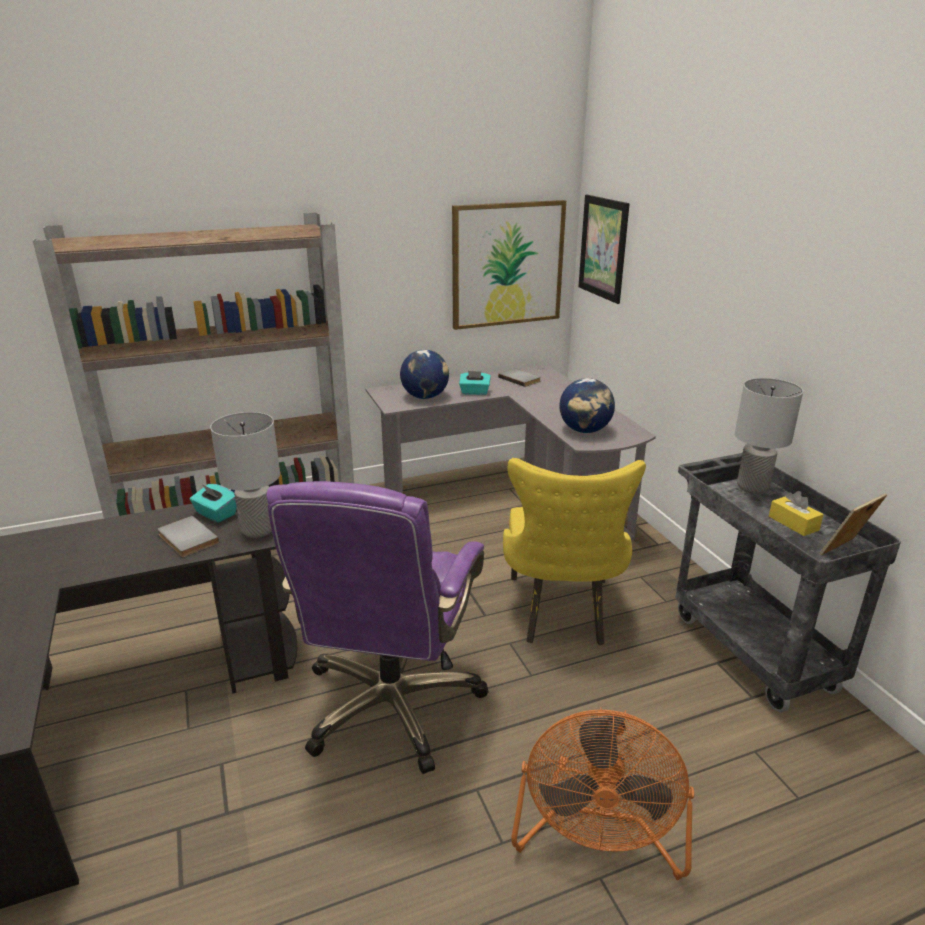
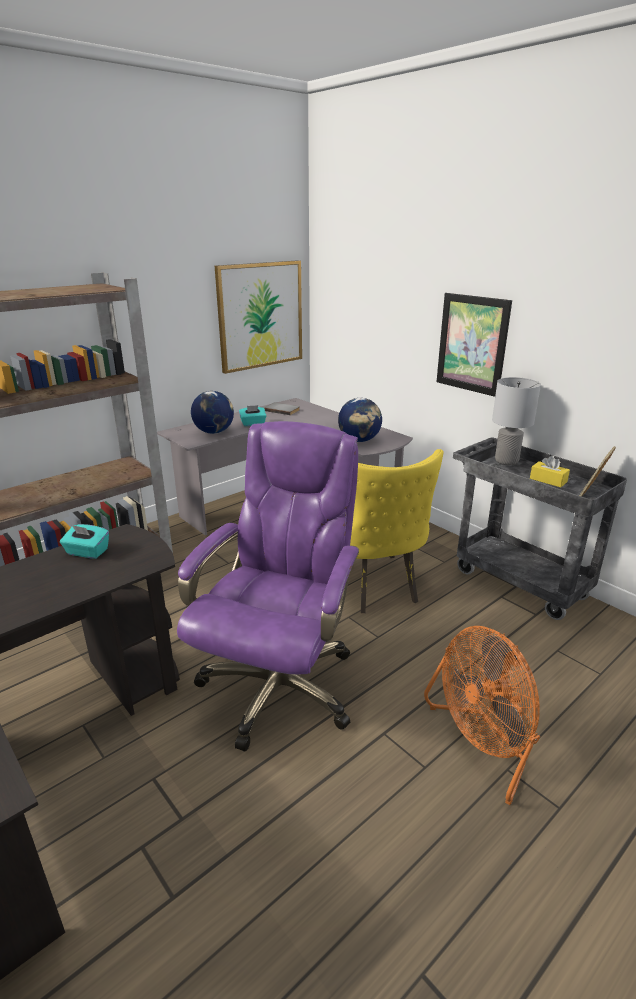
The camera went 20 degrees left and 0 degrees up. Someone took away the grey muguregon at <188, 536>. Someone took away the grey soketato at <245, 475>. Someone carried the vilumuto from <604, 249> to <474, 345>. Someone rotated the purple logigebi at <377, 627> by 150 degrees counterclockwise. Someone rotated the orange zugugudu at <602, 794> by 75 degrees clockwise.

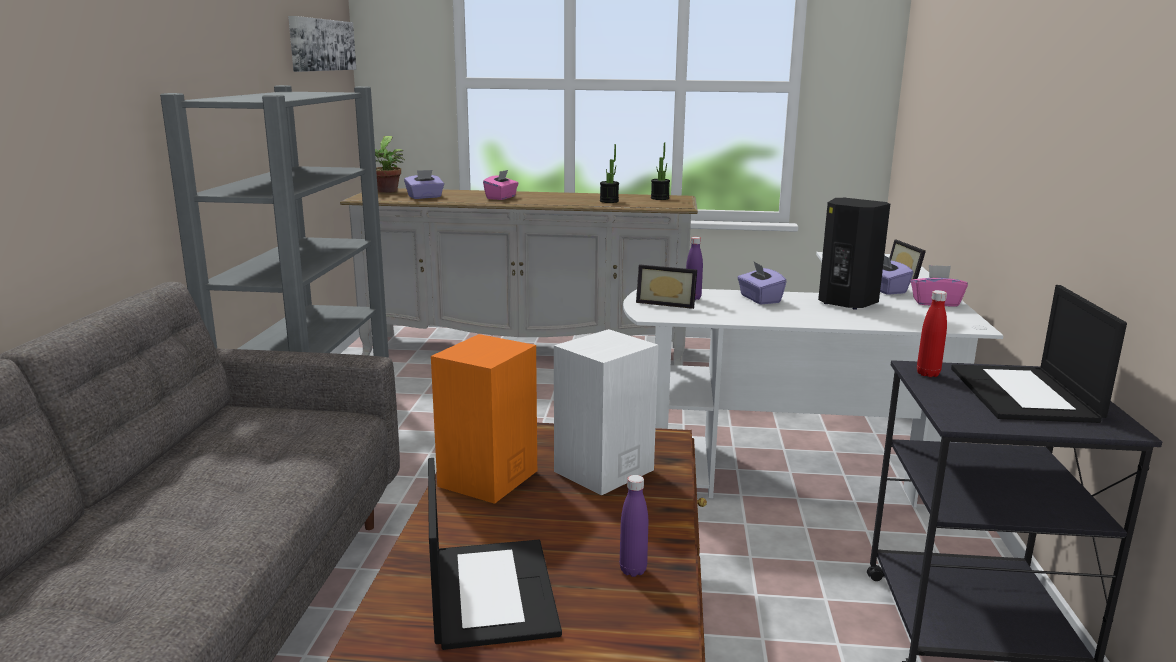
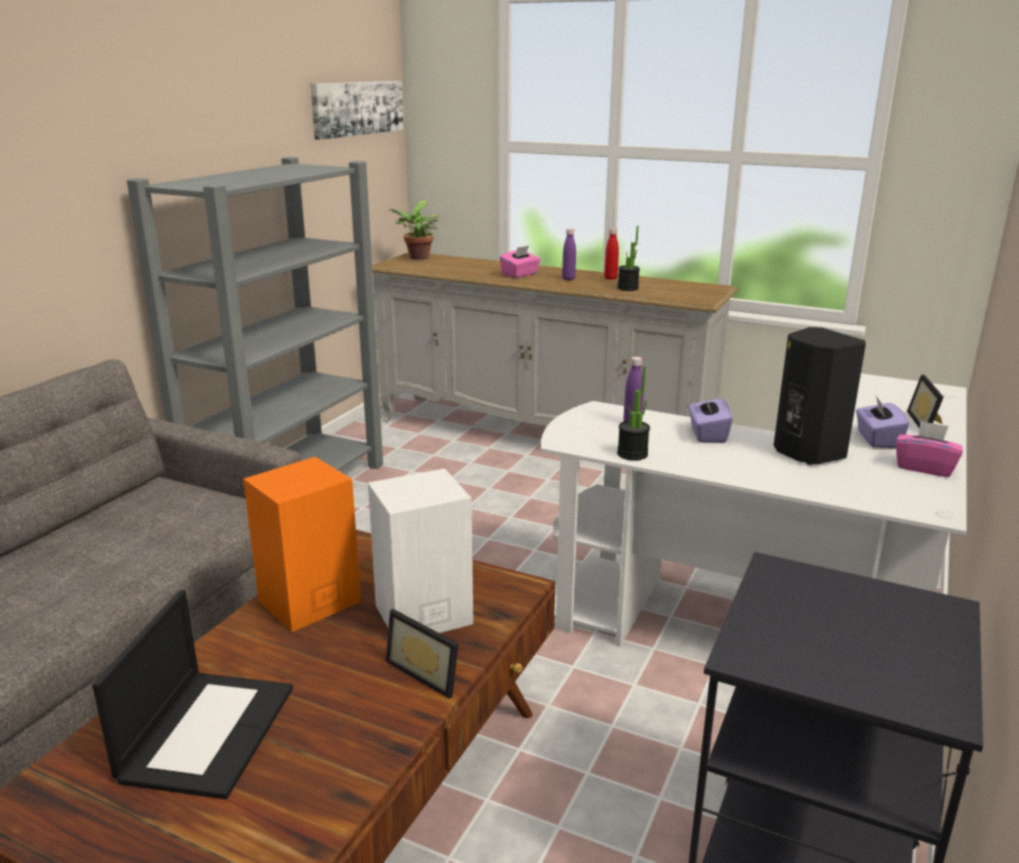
The camera went 20 degrees right and 5 degrees up. Someone took away the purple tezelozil at <424, 184>. Someone took away the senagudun at <1039, 354>. Someone carried the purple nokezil from <634, 526> to <569, 254>. Someone carried the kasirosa from <666, 286> to <422, 654>. Someone carried the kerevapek from <660, 171> to <633, 414>. Someone carried the red nokezil from <932, 333> to <611, 254>.

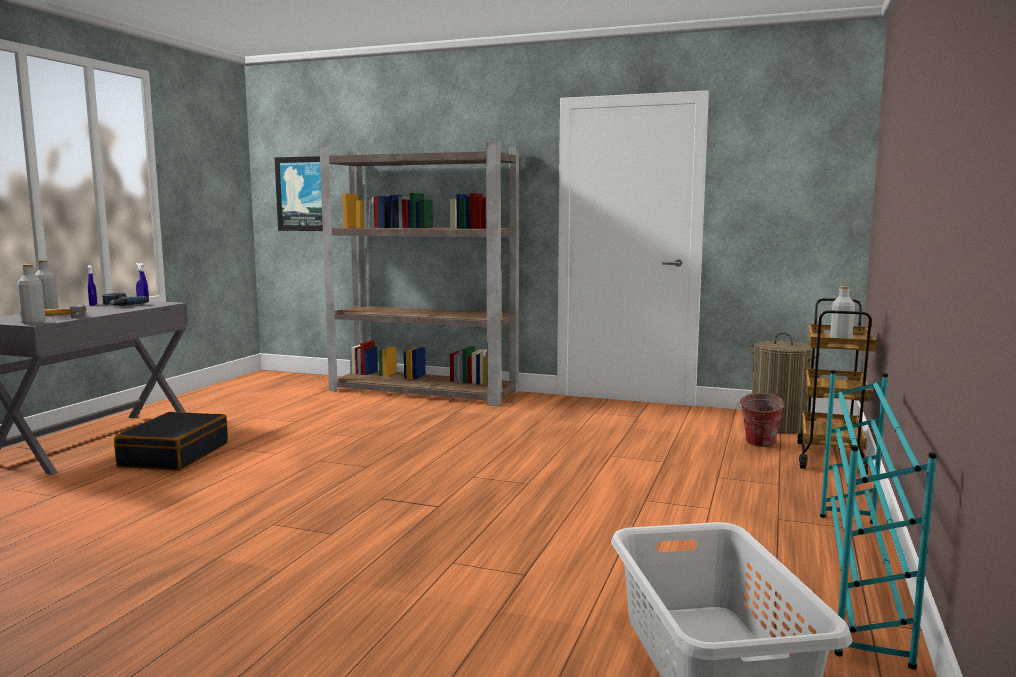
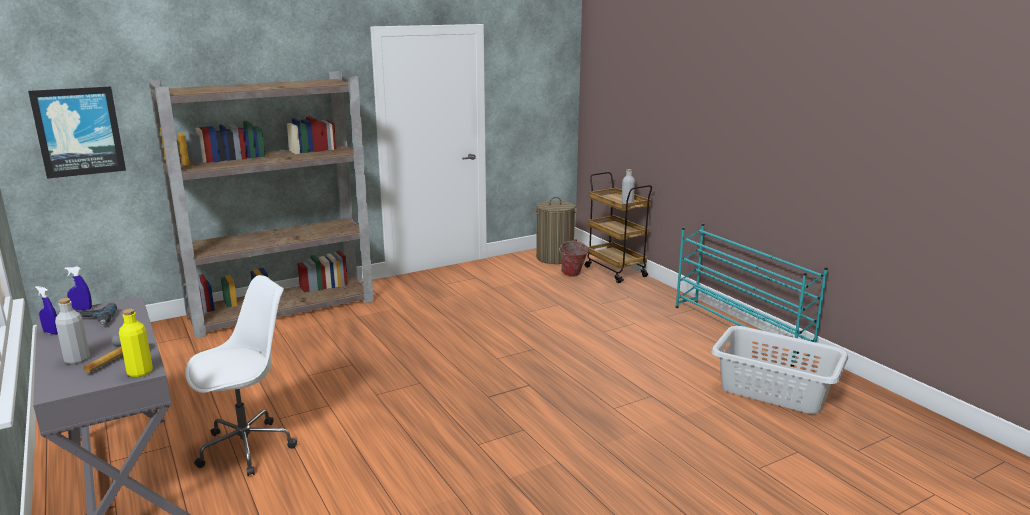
The camera went 50 degrees left and 10 degrees up. Someone swapped the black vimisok at <171, 441> for the white logigebi at <241, 375>. Someone repainted the grey nokezil at <31, 294>, which became the yellow nokezil at <136, 343>.

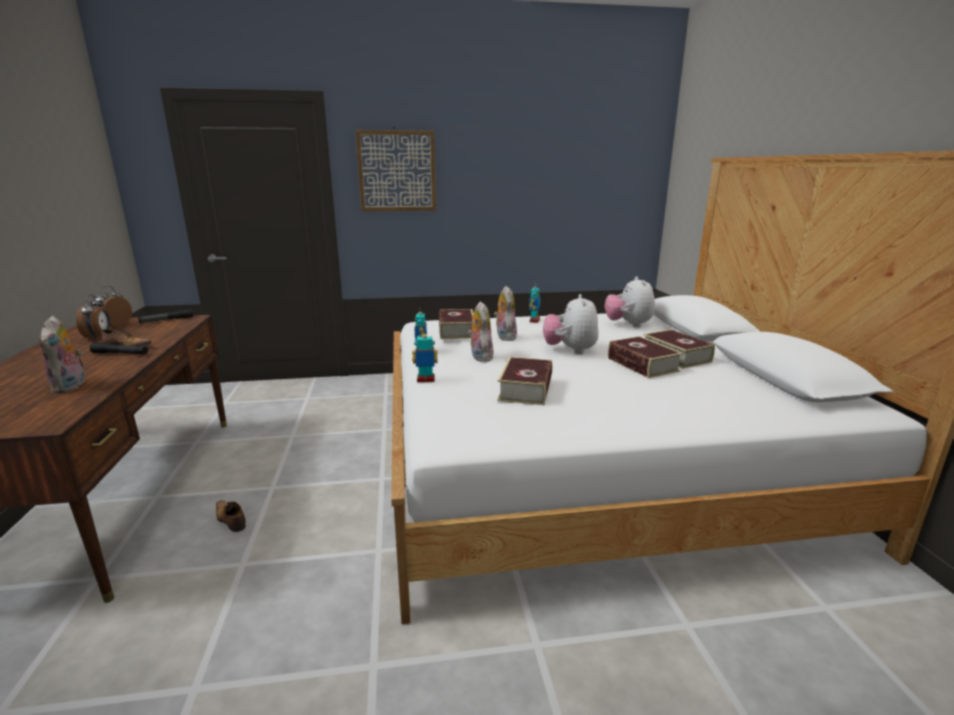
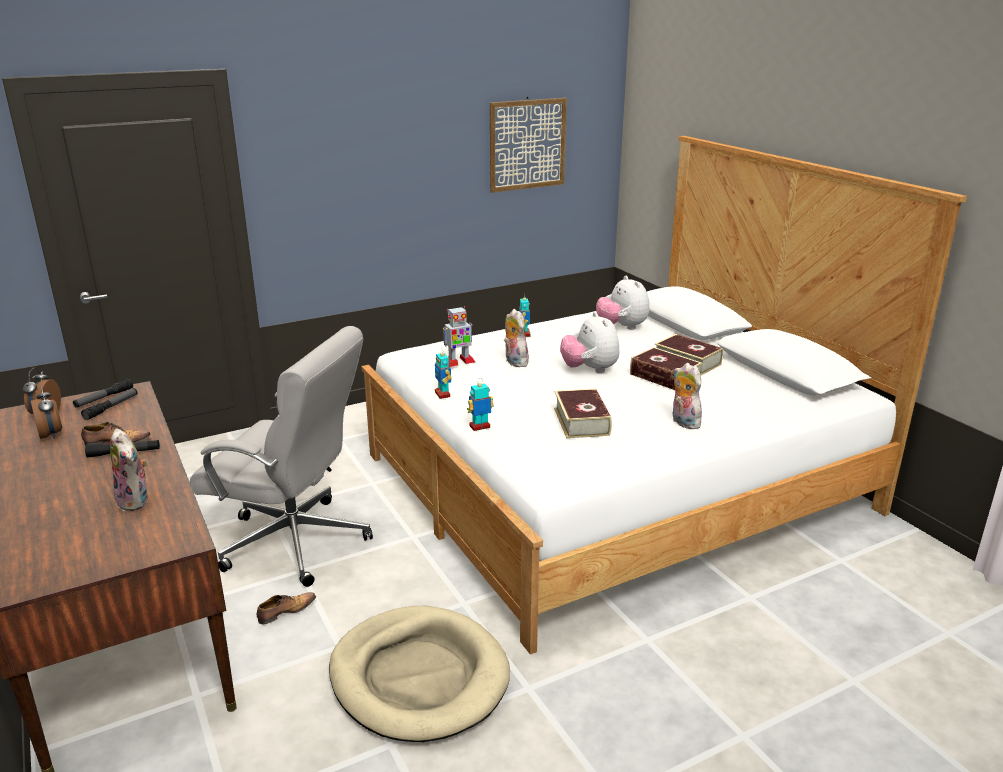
The camera went 20 degrees left and 5 degrees up. Someone put down the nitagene at <109, 404>. Someone put down the grey logigebi at <281, 456>. Someone put down the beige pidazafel at <419, 674>. Someone carried the vilumuto from <395, 169> to <528, 145>. Someone carried the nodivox from <480, 331> to <687, 396>. Someone swapped the muguregon at <456, 324> for the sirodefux at <459, 336>. Someone rotated the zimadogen at <231, 516> by 120 degrees clockwise.

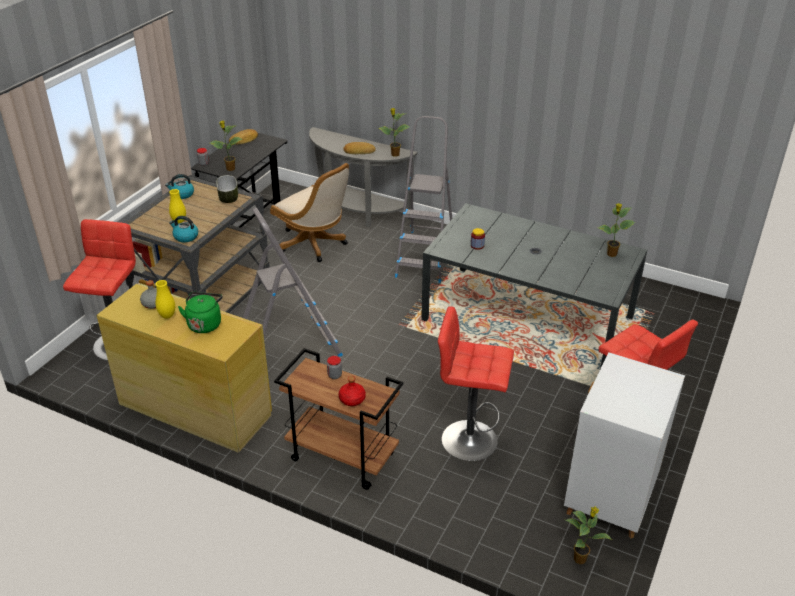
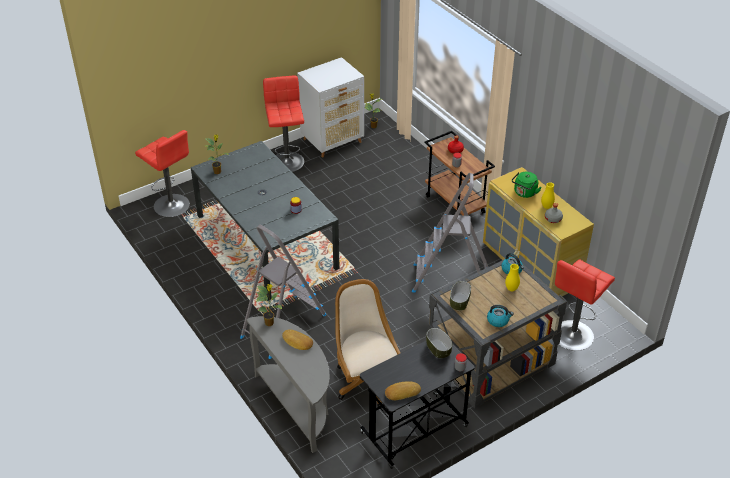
The camera went 150 degrees left and 5 degrees up. Someone carried the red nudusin from <476, 383> to <162, 173>. Someone swapped the kerevapek at <226, 145> for the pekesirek at <439, 343>.

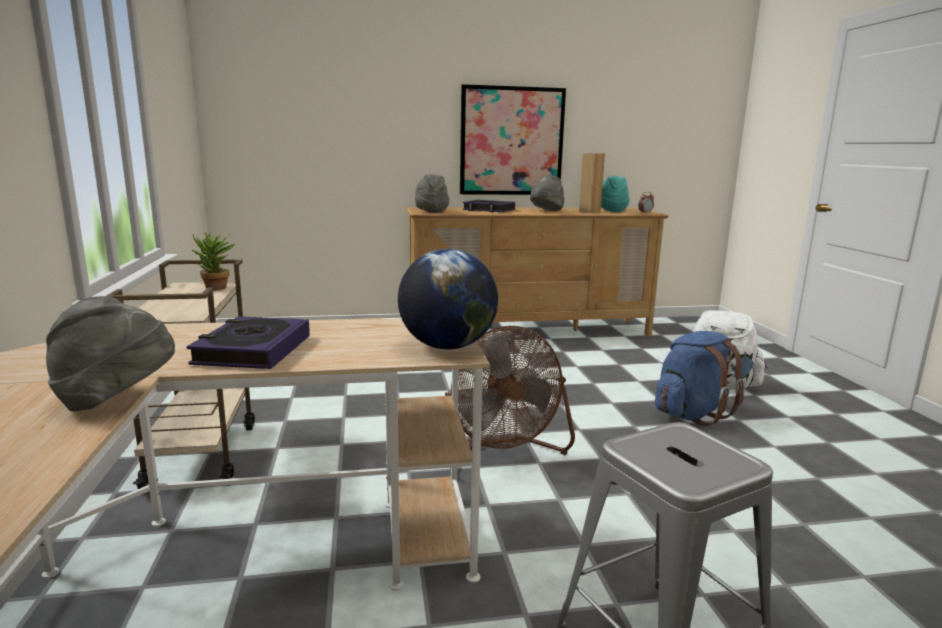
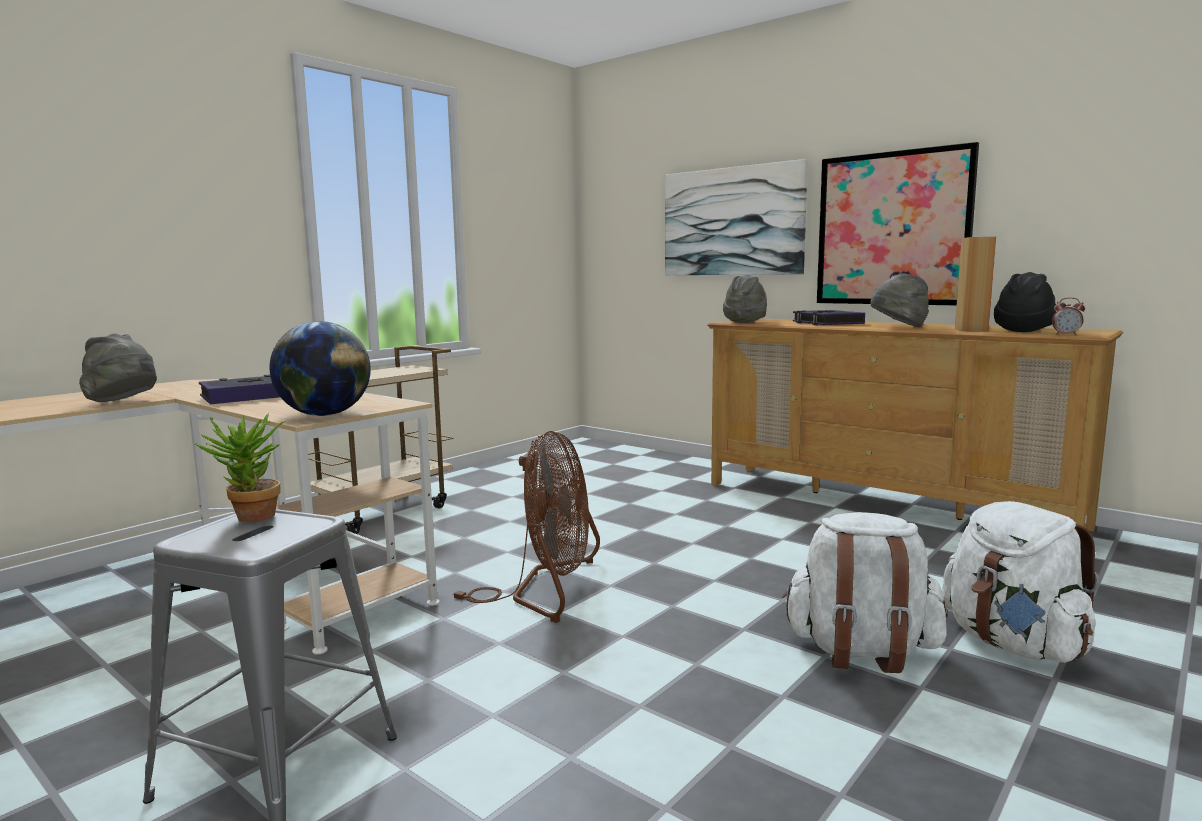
The camera went 50 degrees right and 5 degrees down. Someone put up the vilumuto at <736, 217>. Someone carried the kerevapek from <213, 260> to <240, 467>. Someone repainted the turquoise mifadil at <615, 193>, which became the black mifadil at <1025, 302>. Someone repainted the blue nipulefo at <700, 378>, which became the white nipulefo at <865, 592>. Someone rotated the brown zugugudu at <510, 398> by 105 degrees counterclockwise.

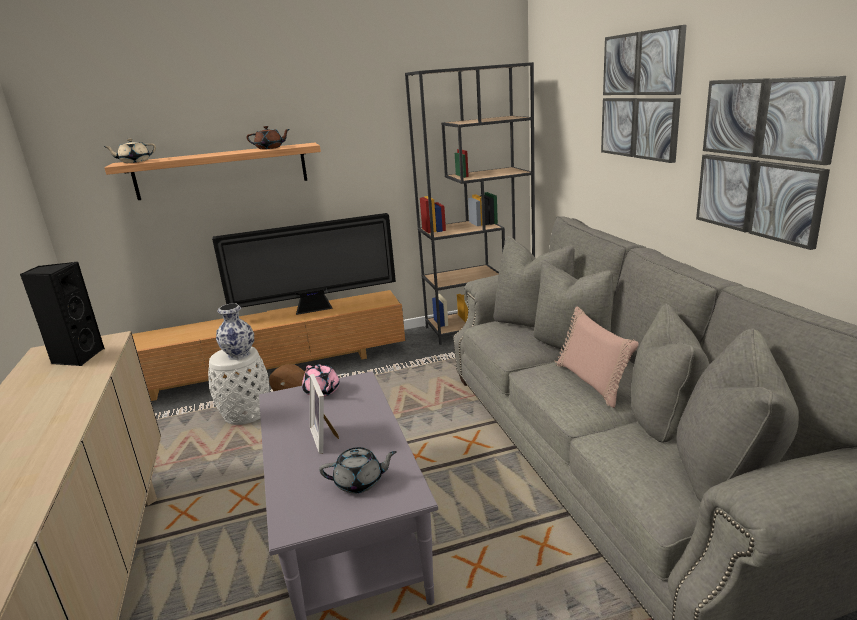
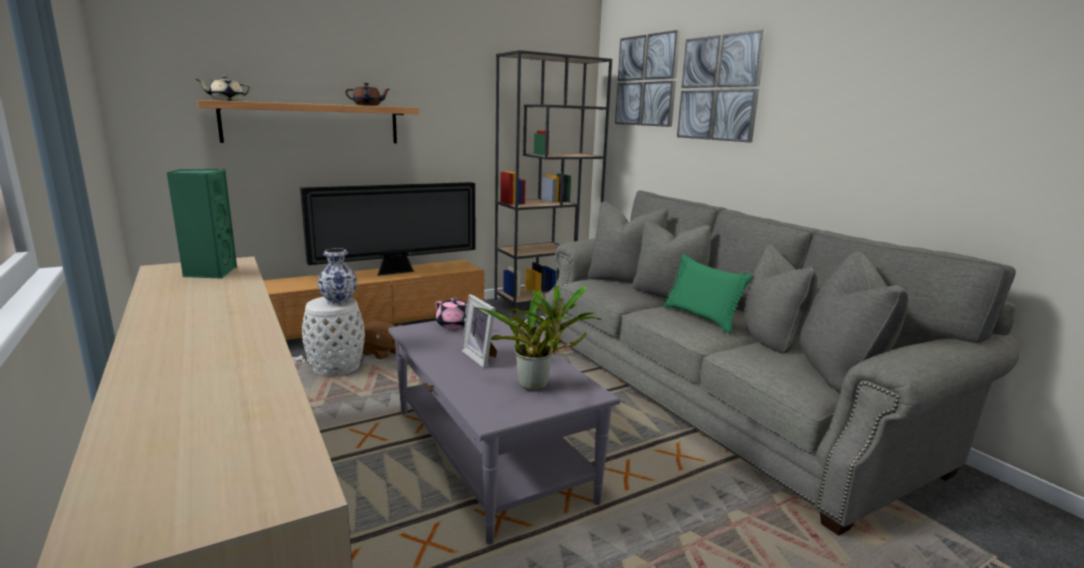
The camera went 15 degrees left and 5 degrees down. Someone carried the vilumuto from <771, 163> to <648, 78>. Someone swapped the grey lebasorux at <358, 470> for the kerevapek at <537, 338>. Someone repainted the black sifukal at <62, 314>, which became the green sifukal at <202, 224>. Someone repainted the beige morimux at <597, 357>, which became the green morimux at <708, 293>.

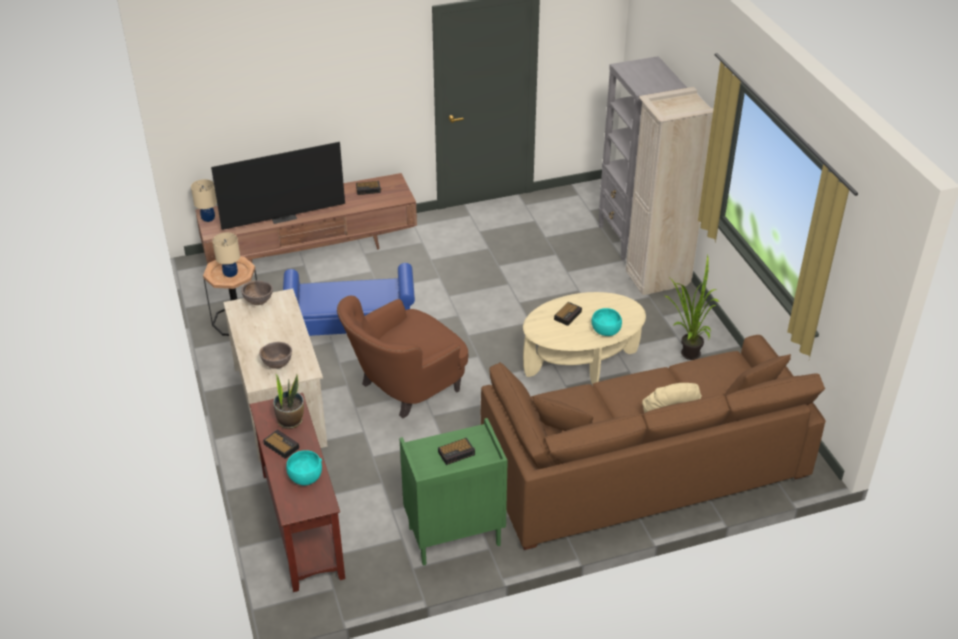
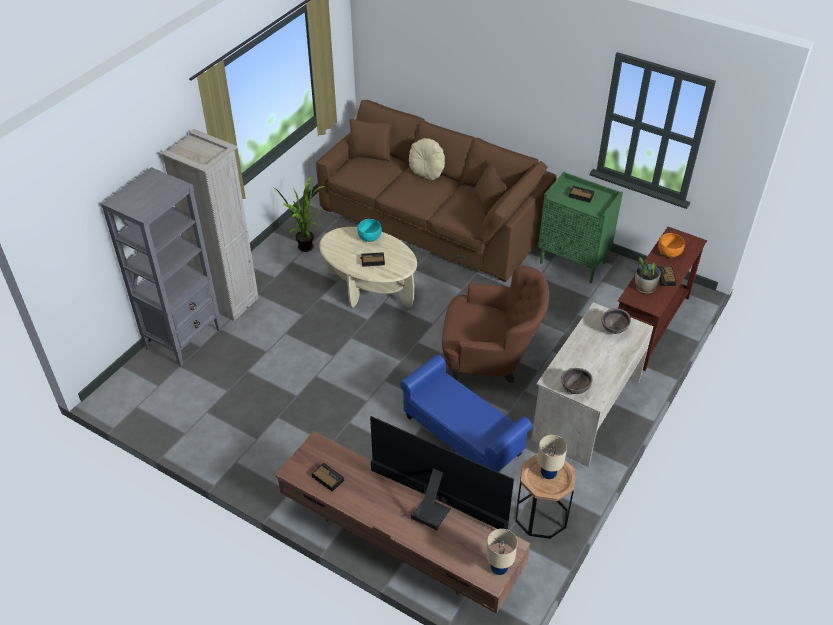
The camera went 130 degrees left and 5 degrees up. Someone repainted the turquoise pekesirek at <304, 467>, which became the orange pekesirek at <671, 245>.

